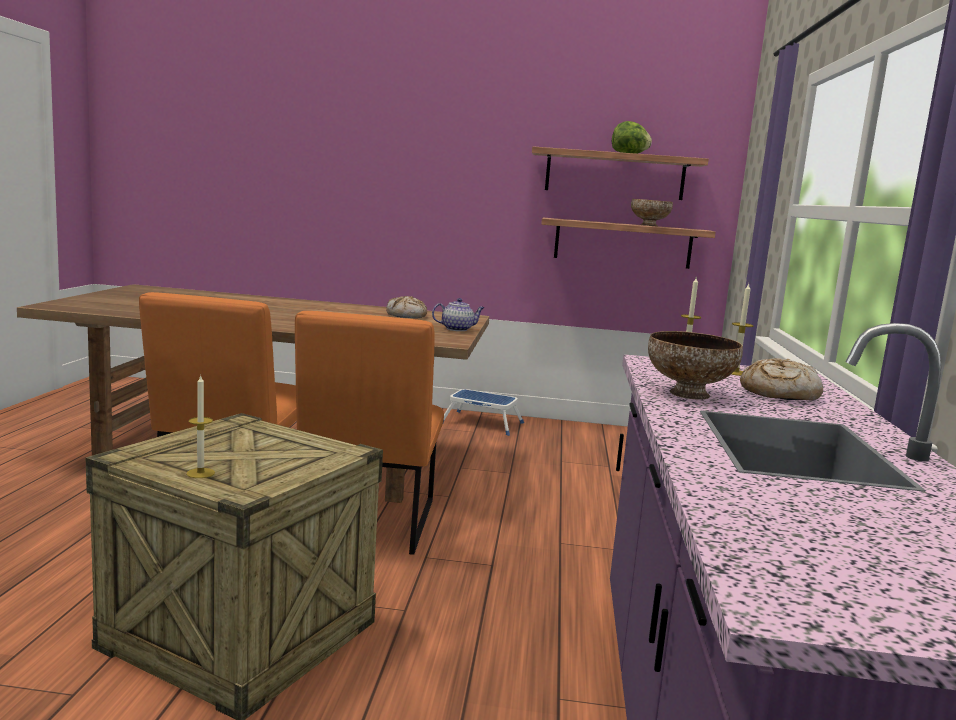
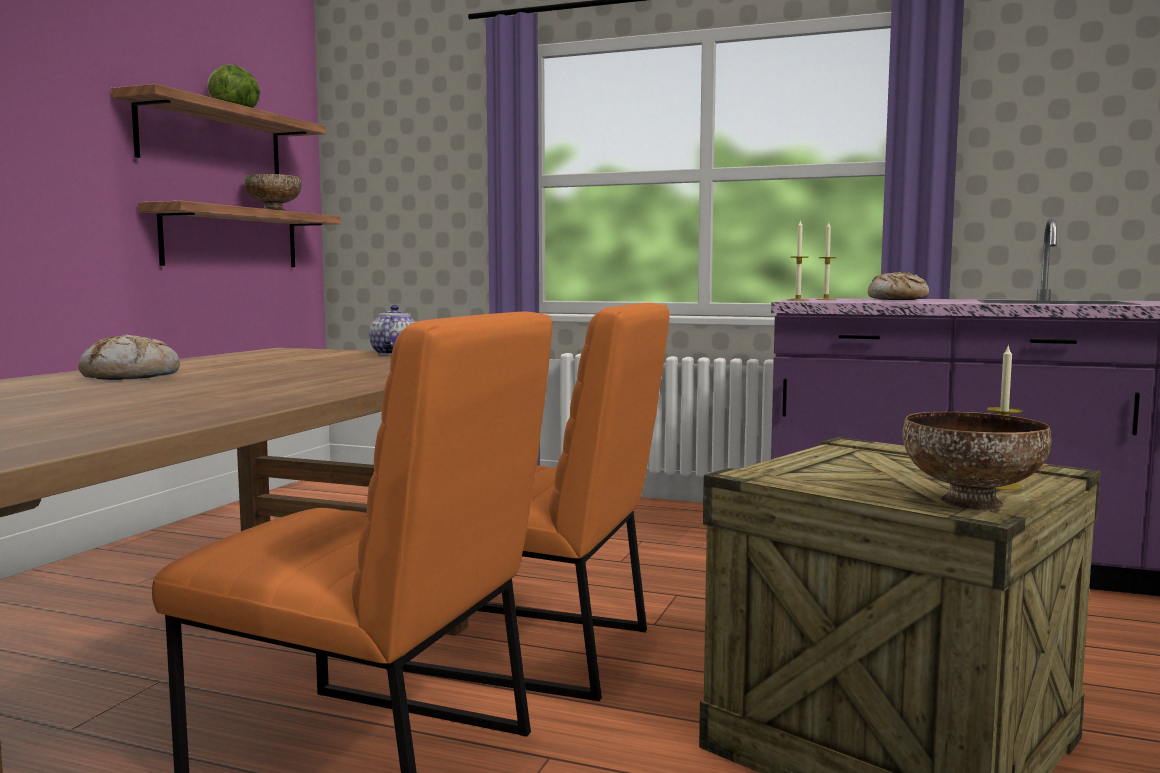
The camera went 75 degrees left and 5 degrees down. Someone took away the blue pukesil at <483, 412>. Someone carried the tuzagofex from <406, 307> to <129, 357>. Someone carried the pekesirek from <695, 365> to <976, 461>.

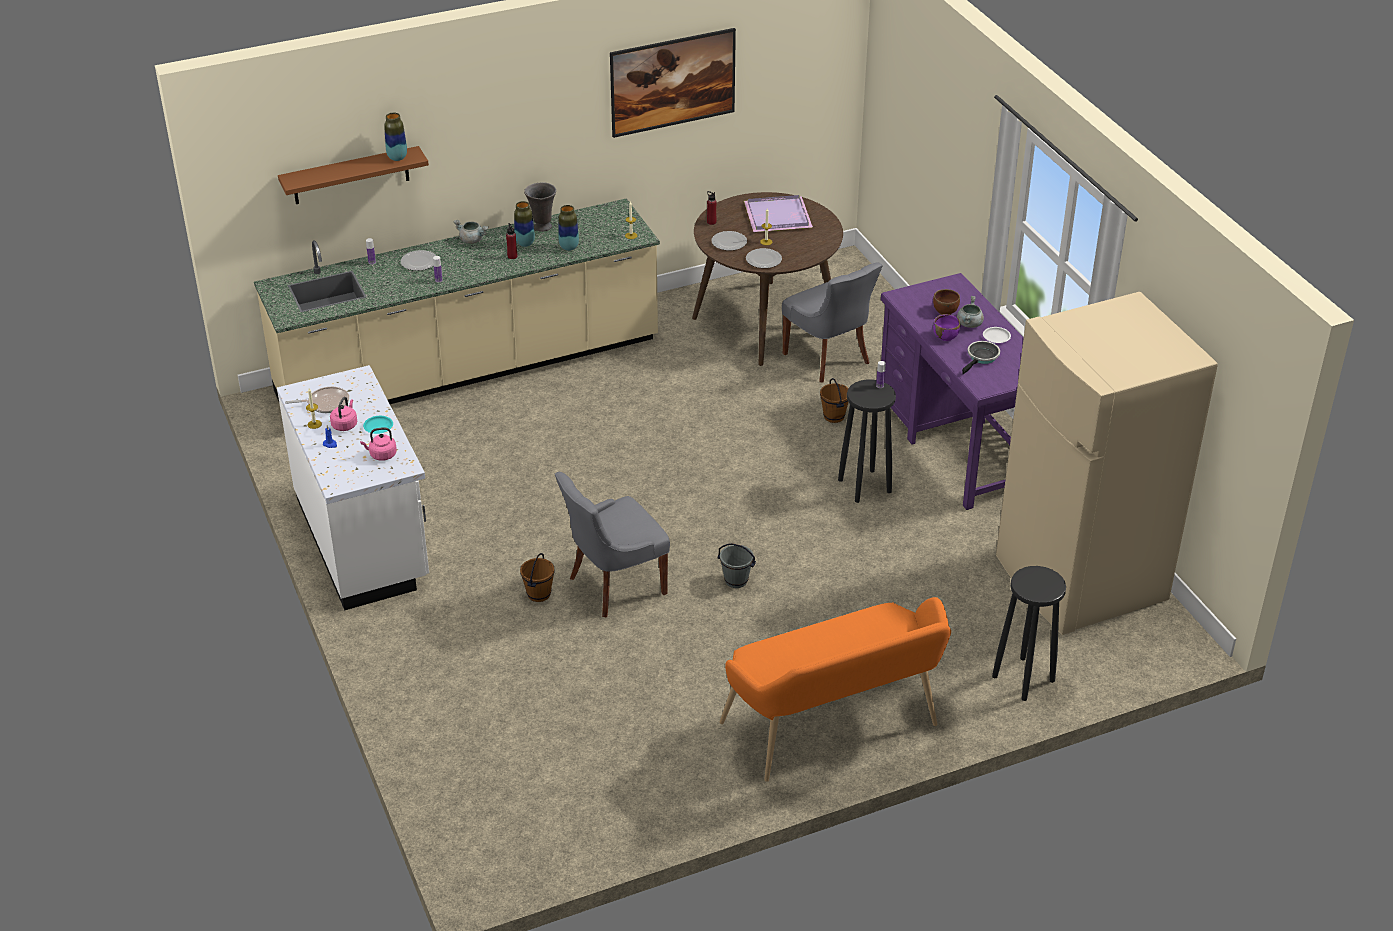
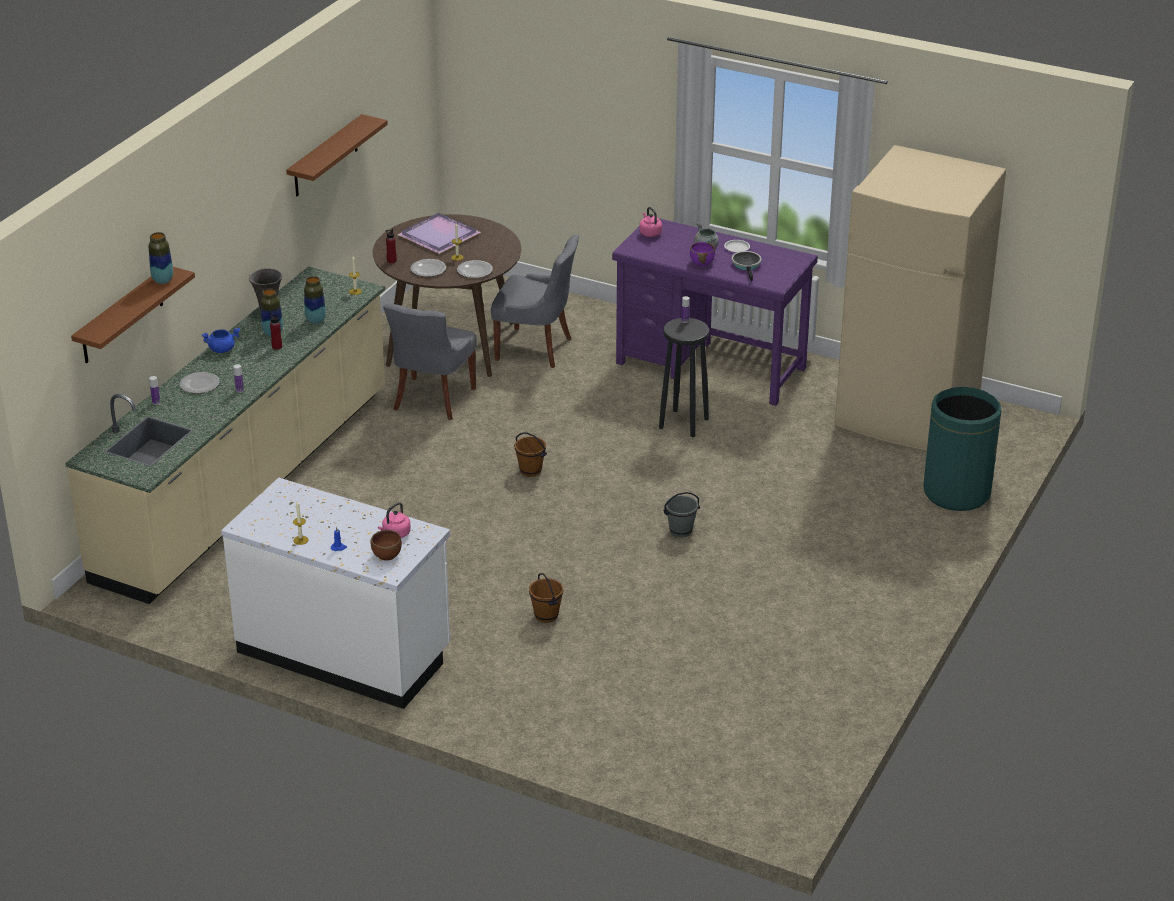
The camera went 40 degrees left and 5 degrees down. Someone took away the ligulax at <317, 400>. Someone took away the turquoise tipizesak at <378, 425>. Someone took away the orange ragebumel at <835, 689>. Someone carried the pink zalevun from <343, 414> to <650, 222>. Someone carried the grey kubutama from <612, 544> to <430, 362>. Someone carried the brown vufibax from <834, 400> to <530, 454>. Someone carried the brown pekesirek from <946, 302> to <386, 545>. Someone swapped the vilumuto at <673, 83> for the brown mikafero at <337, 155>. Someone swapped the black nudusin at <1029, 633> for the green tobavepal at <962, 449>. Someone repainted the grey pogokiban at <471, 232>, which became the blue pogokiban at <221, 340>.

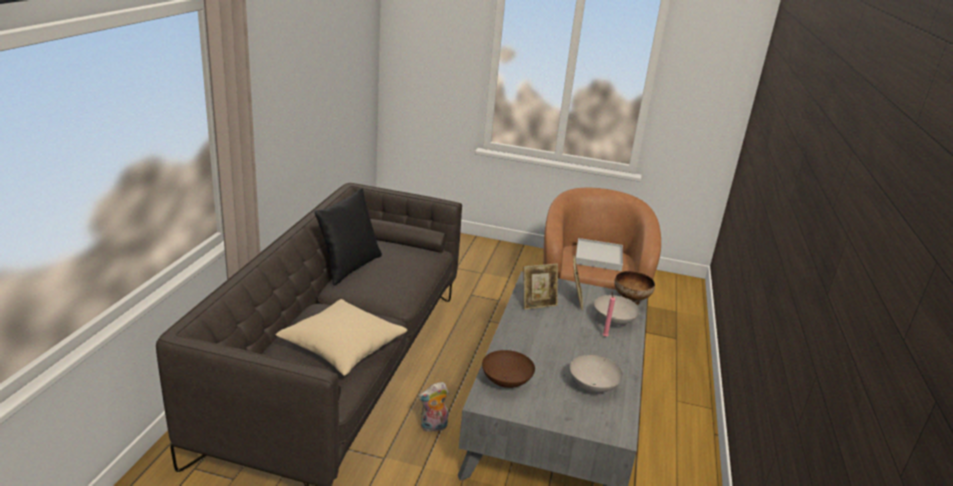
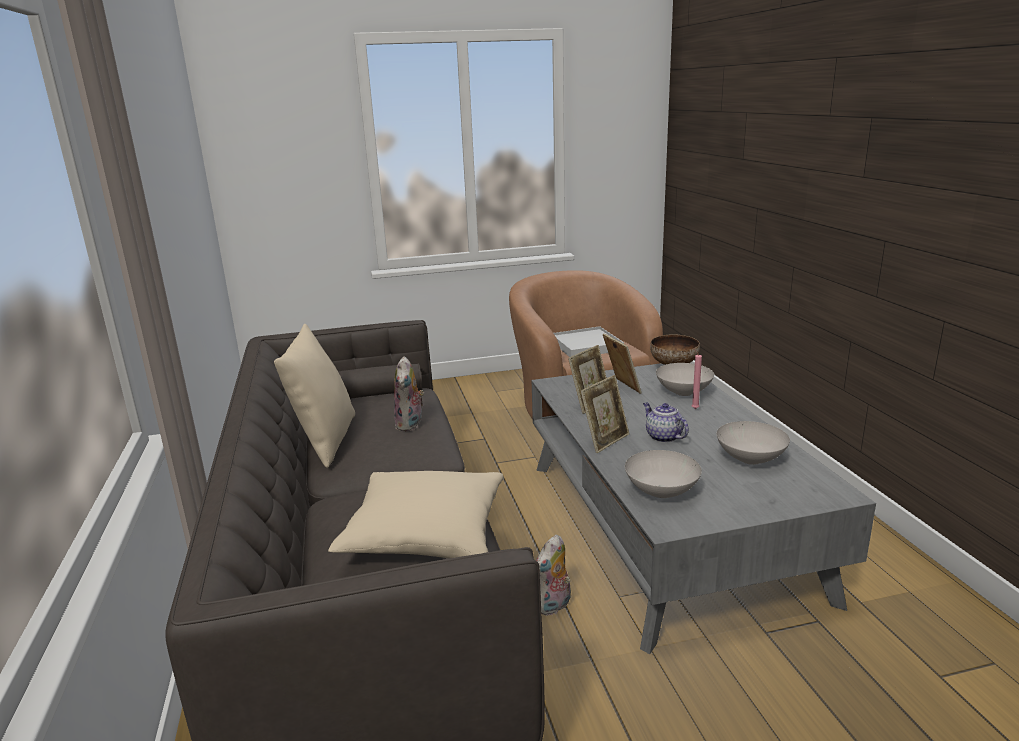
The camera went 25 degrees left and 5 degrees down. Someone put down the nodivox at <409, 393>. Someone put down the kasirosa at <605, 414>. Someone put down the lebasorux at <666, 422>. Someone repainted the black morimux at <348, 237>, which became the beige morimux at <314, 396>. Someone repainted the brown pekesirek at <508, 369>, which became the white pekesirek at <663, 474>.

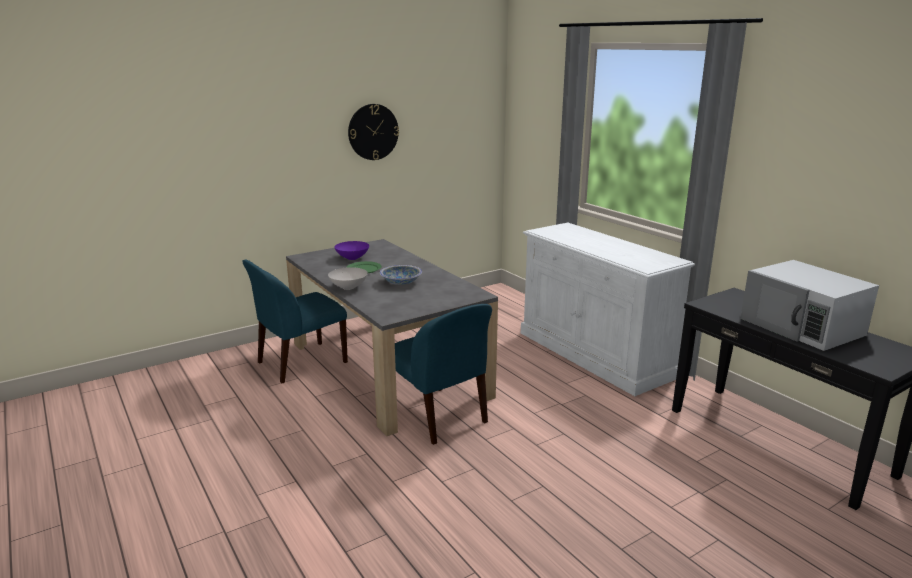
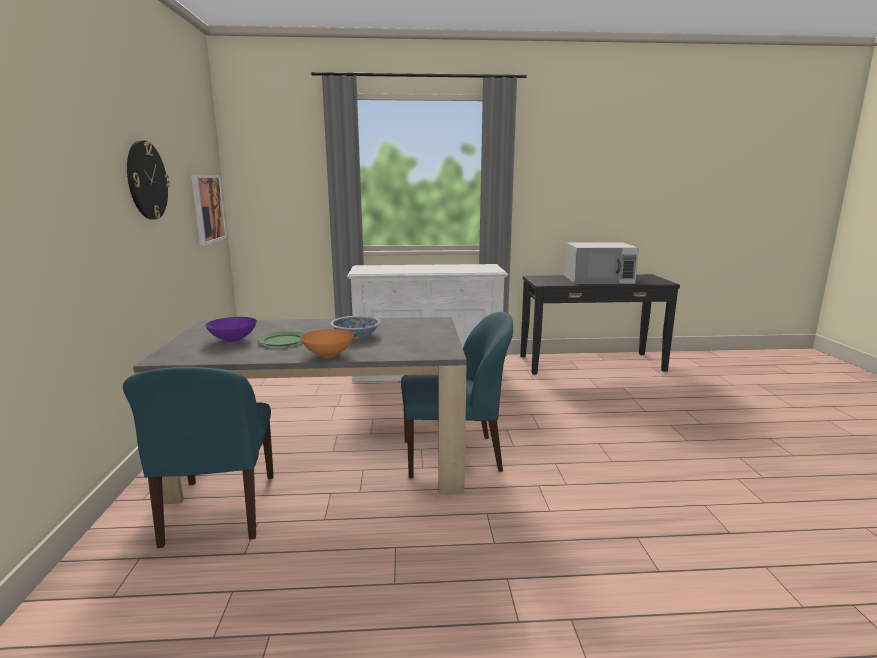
The camera went 60 degrees left and 5 degrees down. Someone put up the vilumuto at <209, 209>. Someone repainted the white pekesirek at <348, 278>, which became the orange pekesirek at <327, 343>.

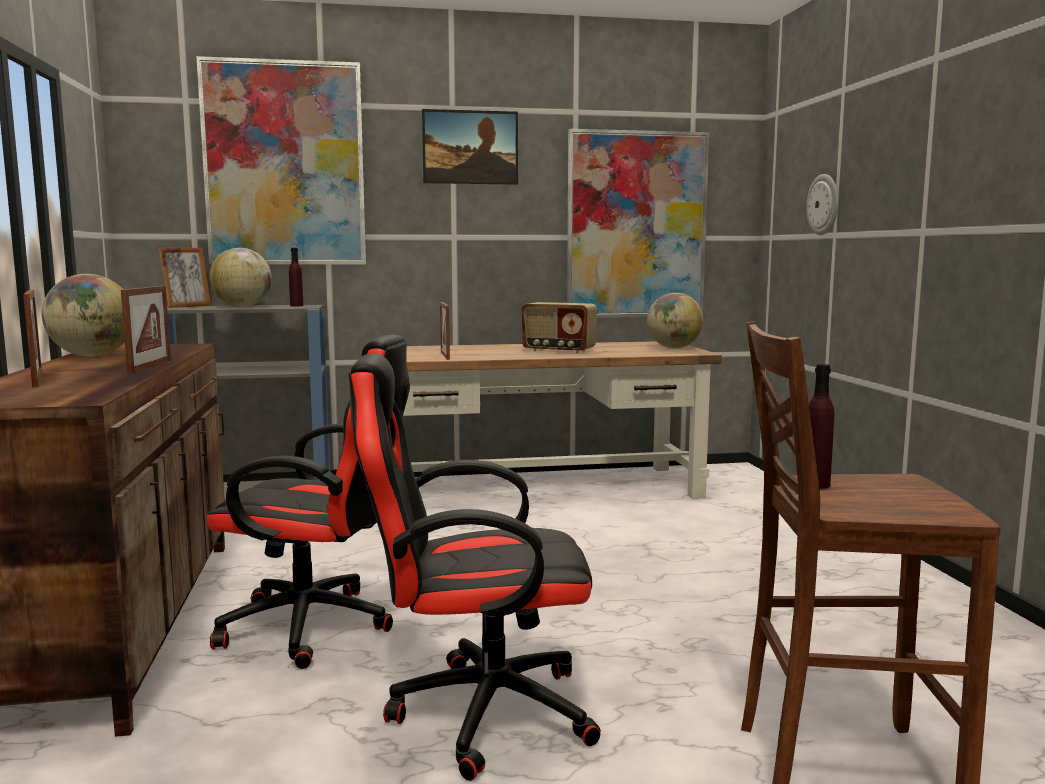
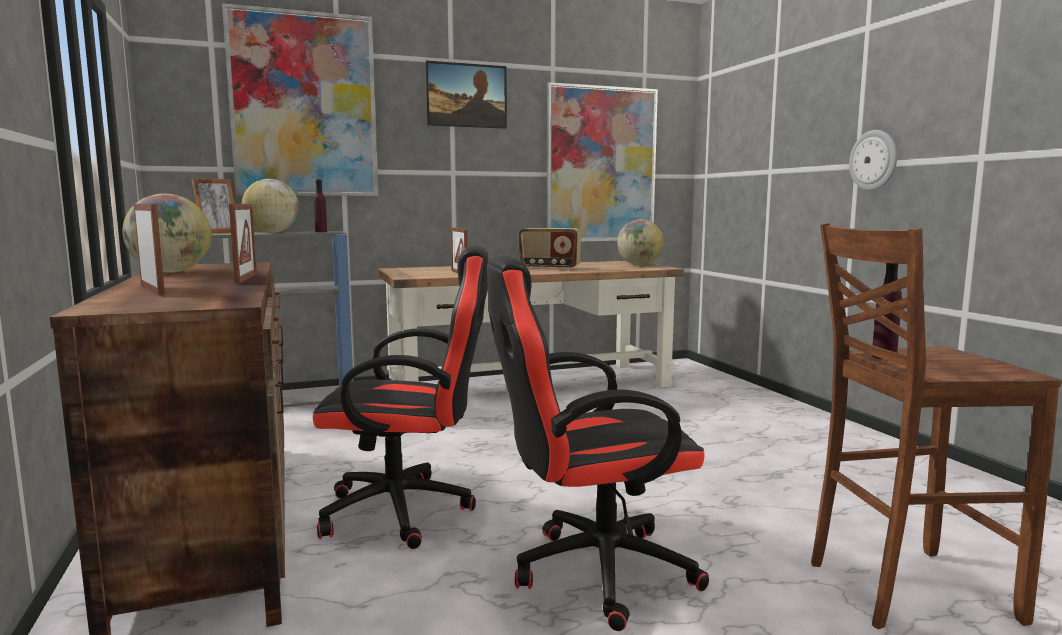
The camera went 10 degrees left and 0 degrees up. Someone carried the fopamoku from <822, 204> to <873, 160>.

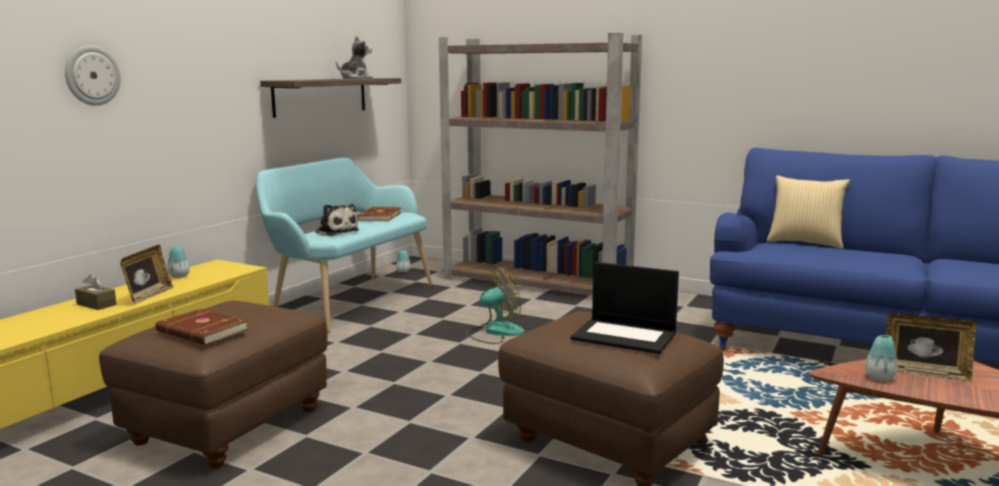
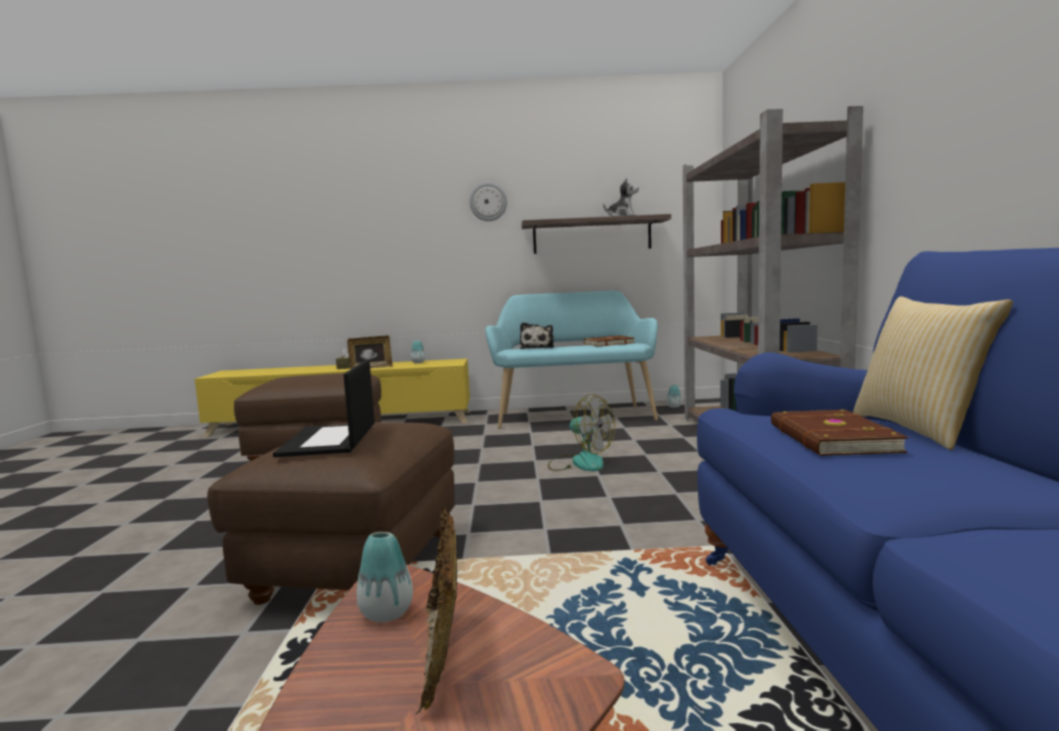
The camera went 60 degrees right and 5 degrees down. Someone carried the fopamoku from <93, 75> to <488, 201>. Someone carried the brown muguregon from <202, 327> to <839, 432>.

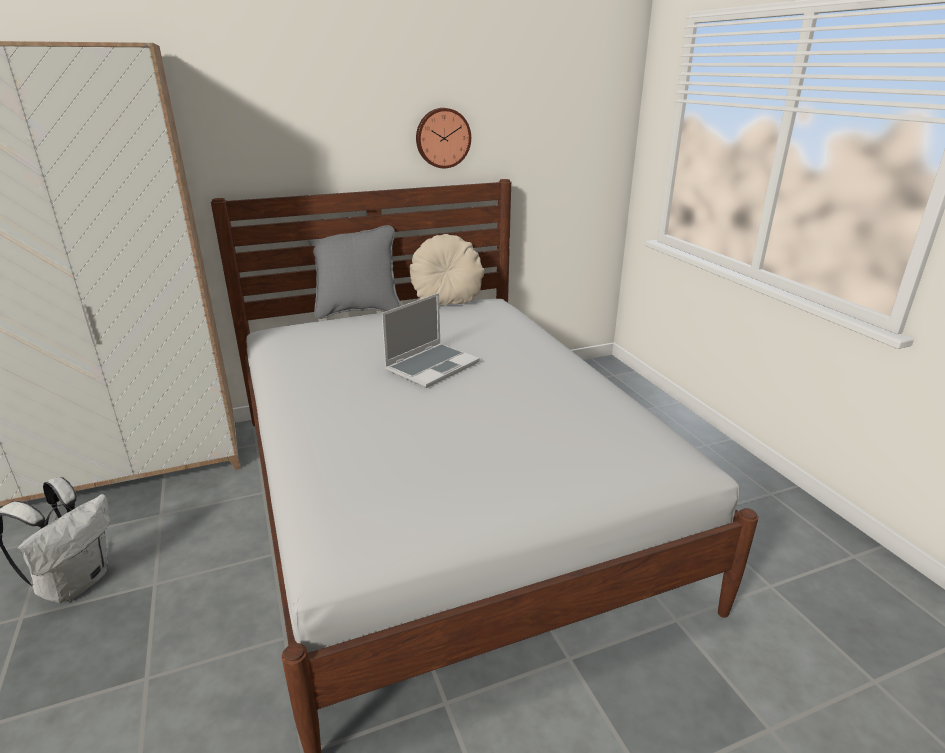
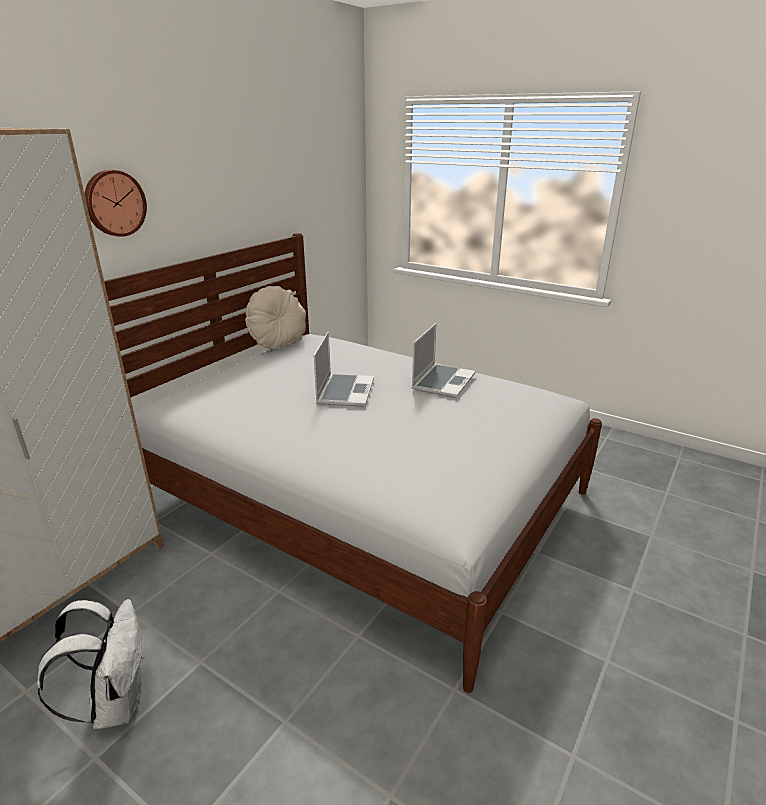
The camera went 35 degrees left and 0 degrees up. Someone took away the grey morimux at <354, 272>. Someone put down the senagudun at <443, 360>. Someone carried the fopamoku from <443, 138> to <115, 203>.

